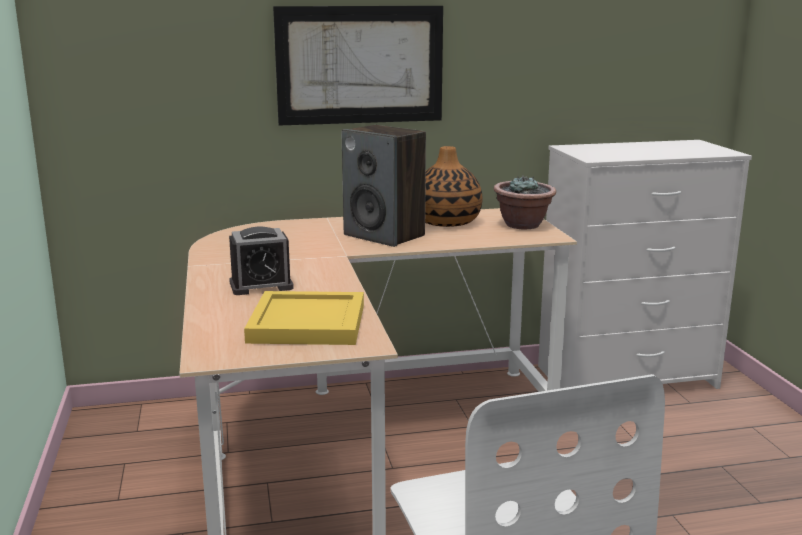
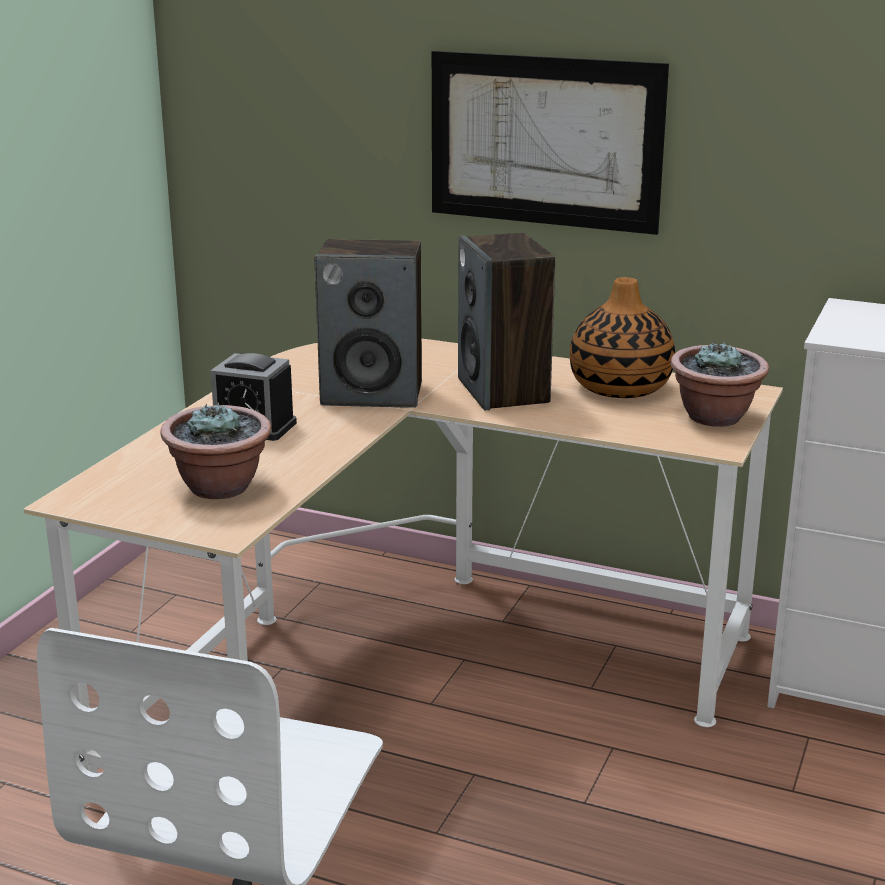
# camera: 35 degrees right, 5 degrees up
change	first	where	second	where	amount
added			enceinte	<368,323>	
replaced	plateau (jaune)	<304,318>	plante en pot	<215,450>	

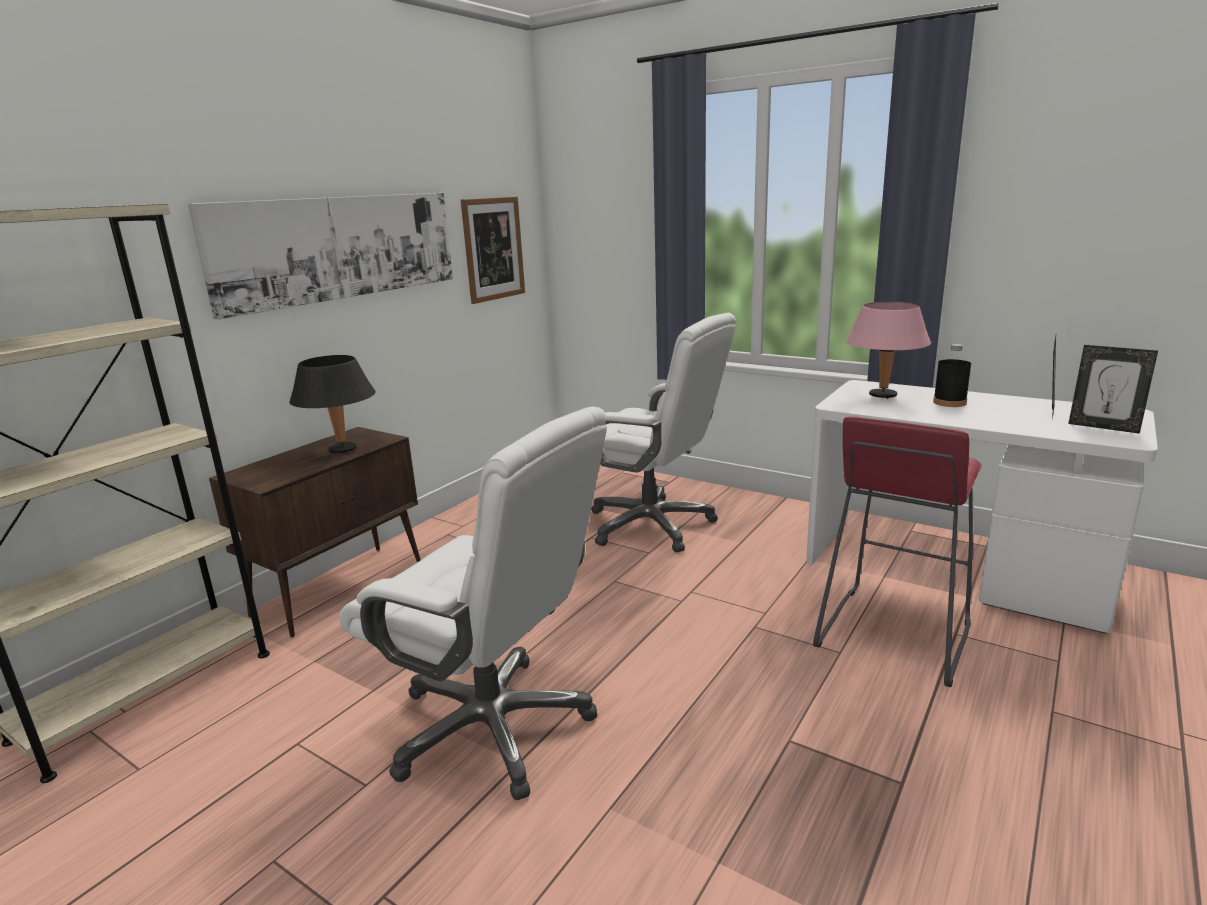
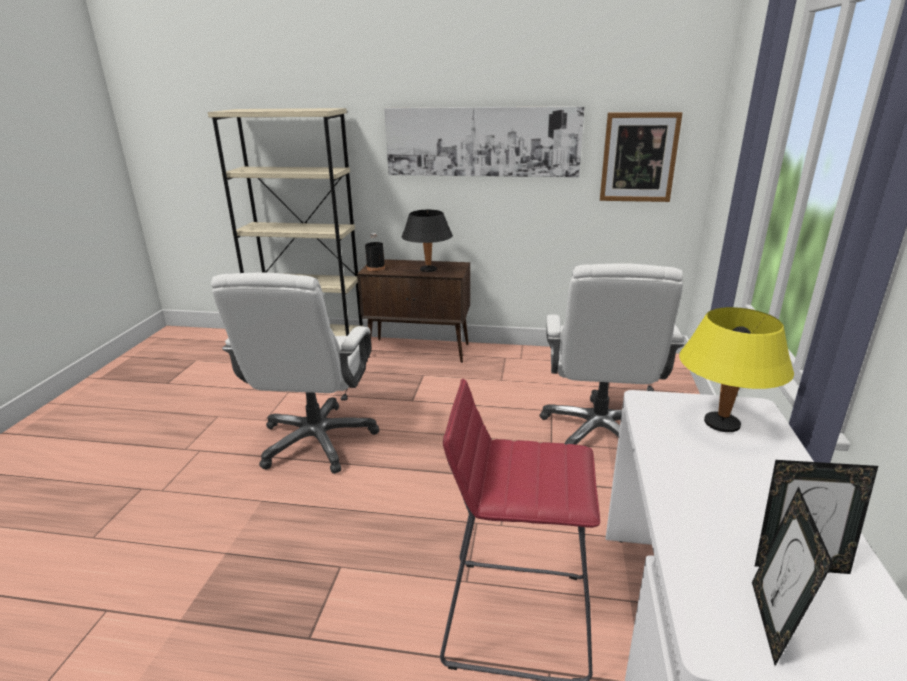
# camera: 65 degrees right, 5 degrees up
change	first	where	second	where	amount
moved	bouteille (noir)	<952,375>		<375,252>	
recoloured	lampe de table (rose)	<888,350>	lampe de table (jaune)	<736,369>	

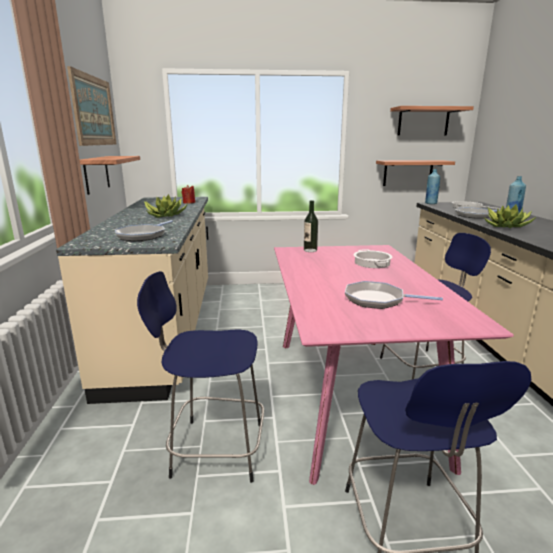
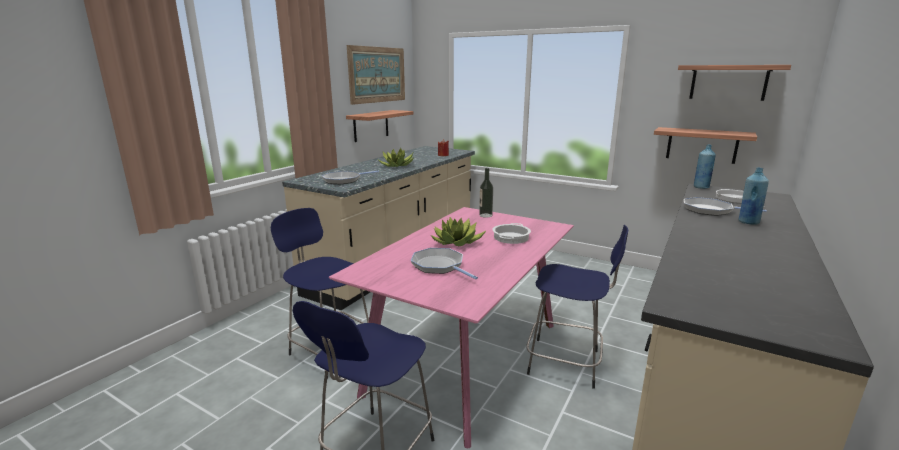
# camera: 35 degrees right, 0 degrees up
change	first	where	second	where	amount
moved	plante en pot	<510,216>		<459,231>	

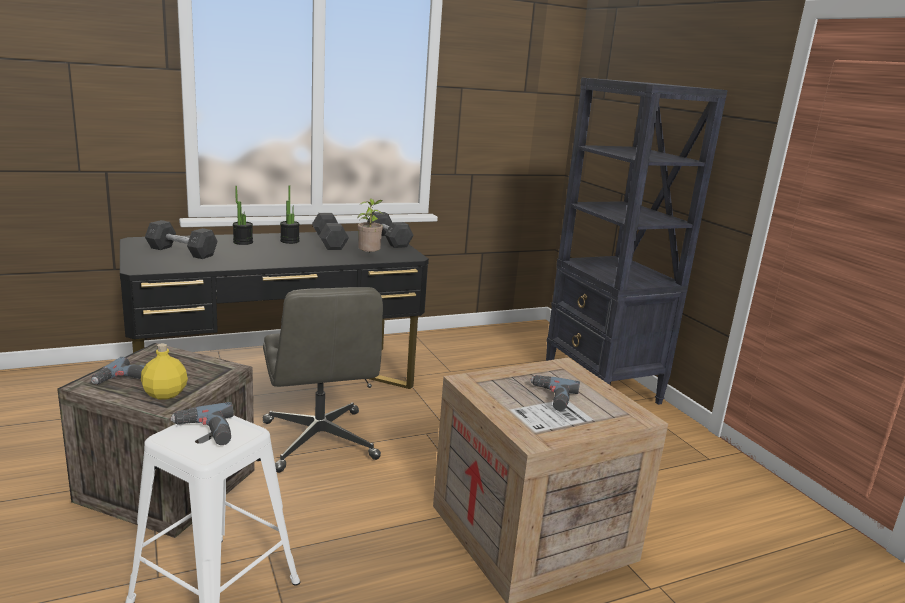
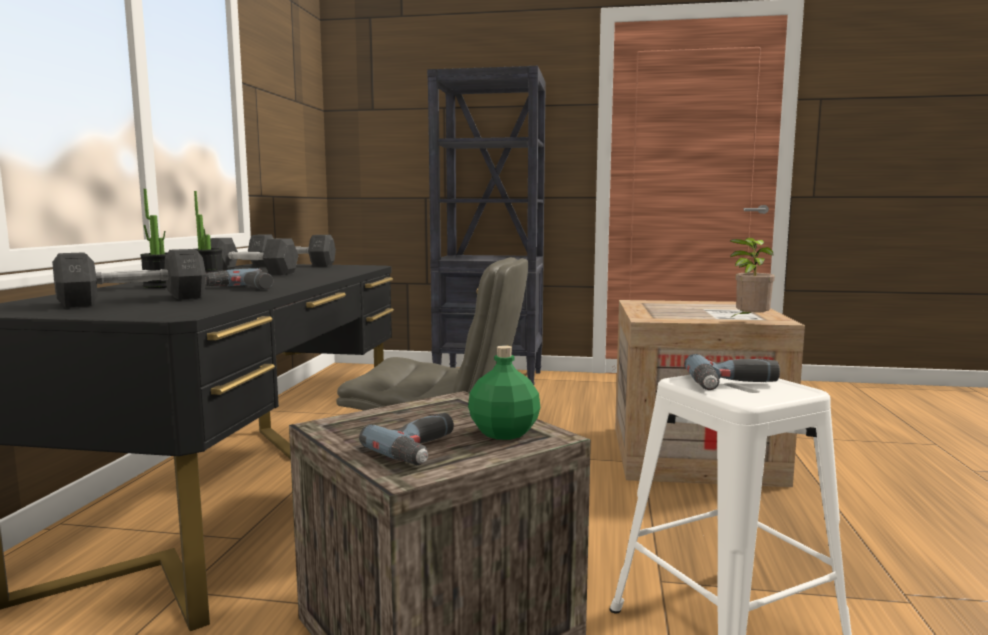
# camera: 55 degrees left, 10 degrees down
change	first	where	second	where	amount
moved	plante en pot	<371,225>		<752,278>	
moved	perceuse	<555,393>		<239,279>	
recoloured	bouteille (jaune)	<164,371>	bouteille (vert)	<504,393>	

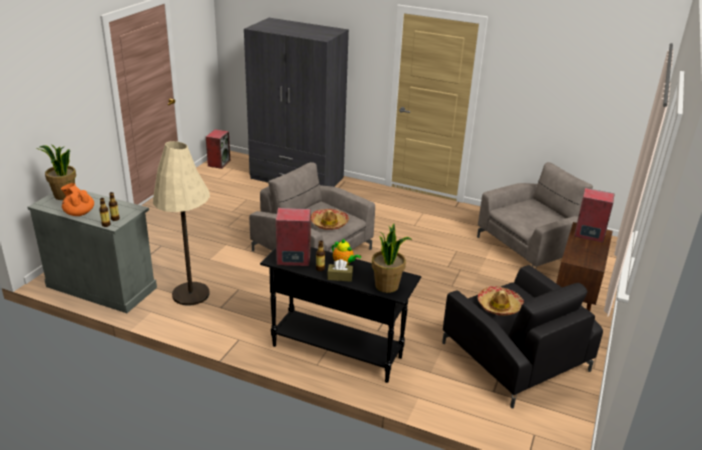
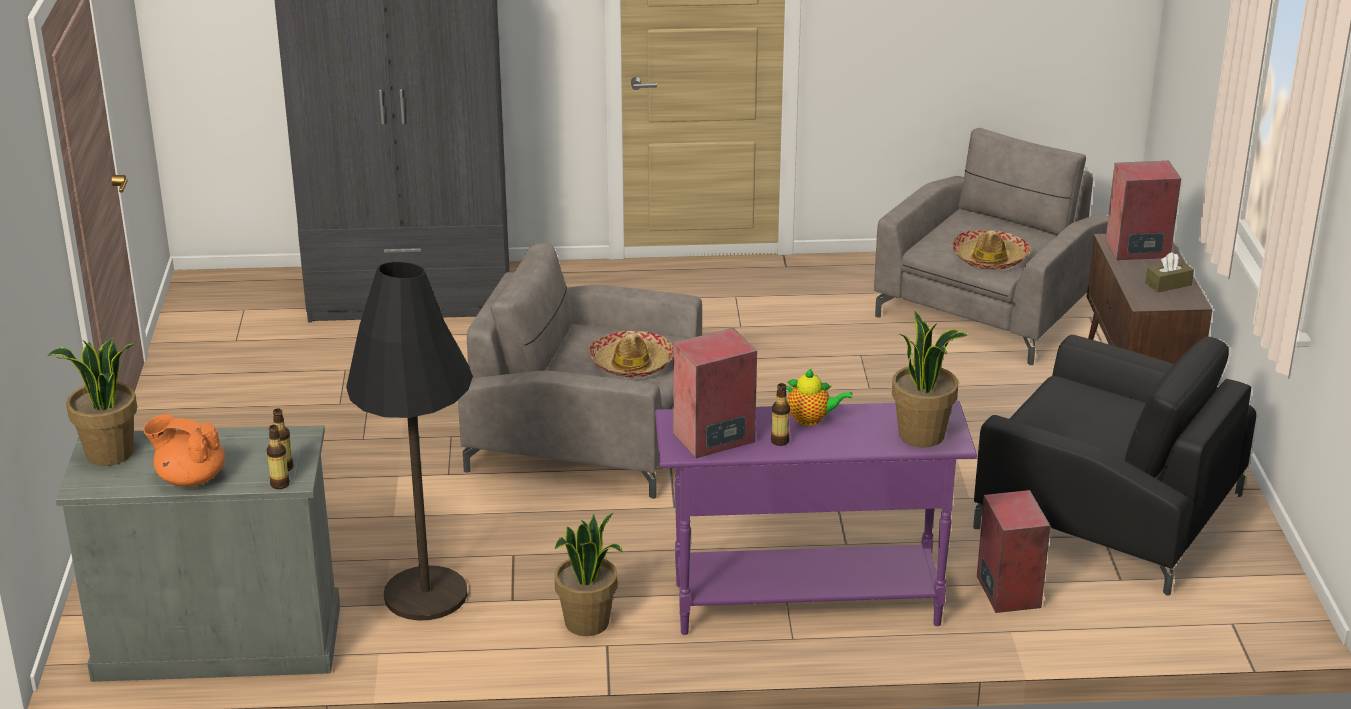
# camera: 25 degrees left, 0 degrees up
change	first	where	second	where	amount
added			plante en pot	<588,574>	
moved	enceinte	<218,149>		<1014,551>	
moved	boîte à mouchoirs (marron)	<340,270>		<1169,272>	
moved	chapeau	<501,301>		<991,250>	
recoloured	lampadaire (beige)	<181,223>	lampadaire (noir)	<409,441>	
recoloured	table console (noir)	<340,315>	table console (violet)	<816,518>	

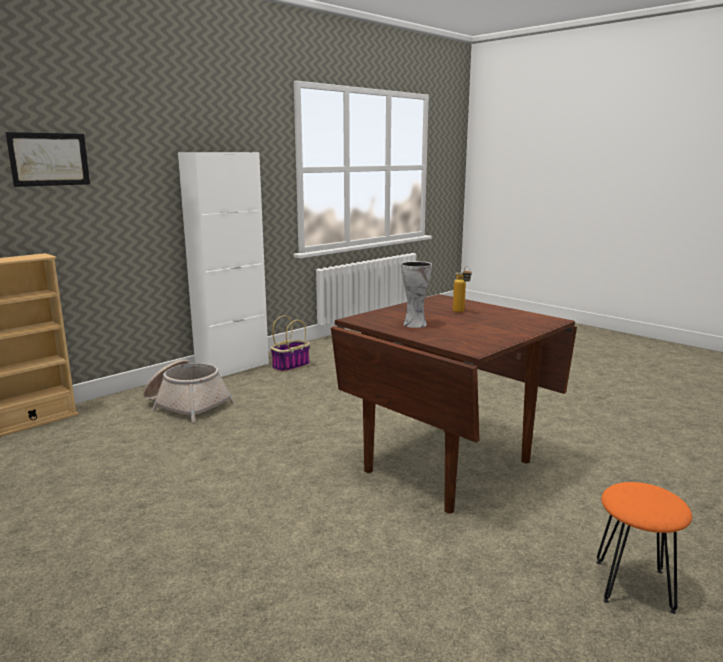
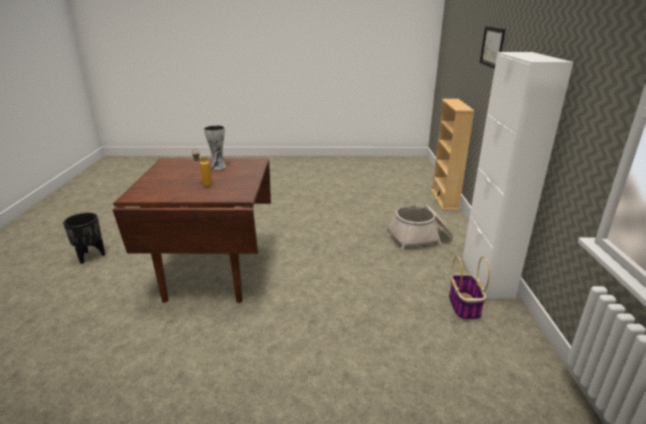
# camera: 135 degrees right, 10 degrees up
change	first	where	second	where	amount
replaced	tabouret (orange)	<644,548>	cache-pot (noir)	<84,238>	

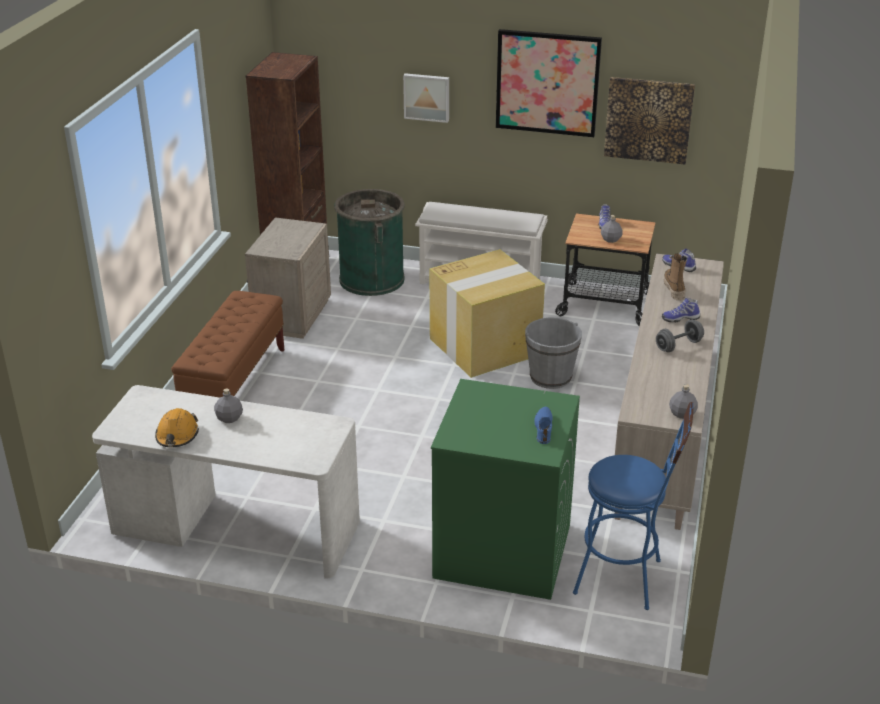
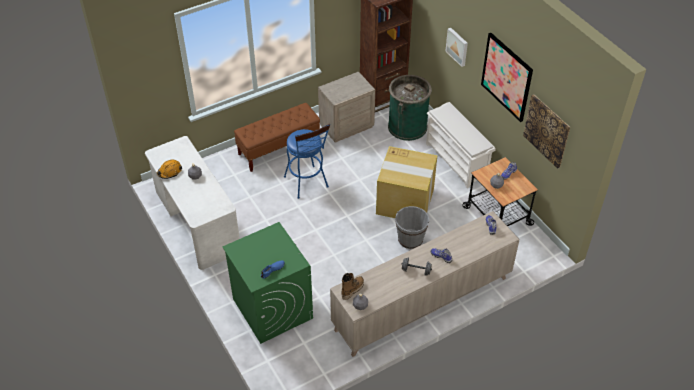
# camera: 45 degrees right, 15 degrees up
change	first	where	second	where	amount
moved	tabouret (bleu)	<633,506>		<307,161>	
moved	botte	<675,277>		<352,286>	

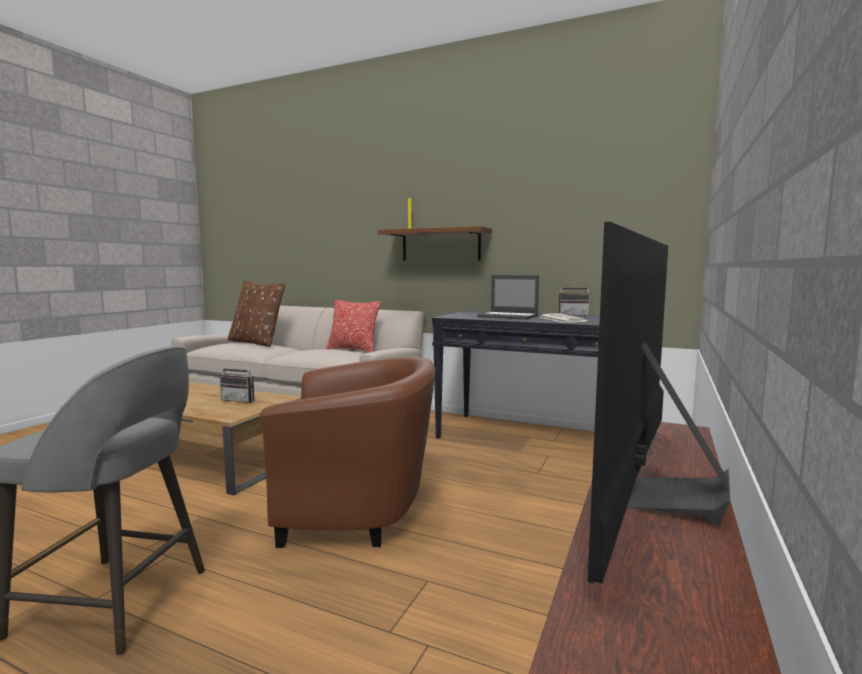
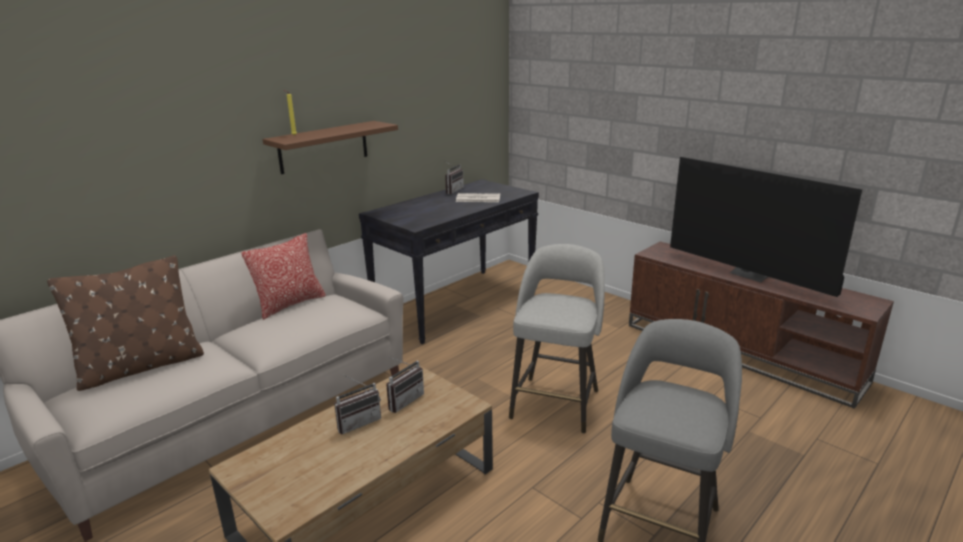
# camera: 70 degrees left, 15 degrees up
change	first	where	second	where	amount
removed	ordinateur portable	<508,297>			
added			radio	<357,404>	
replaced	fauteuil (marron)	<347,452>	tabouret (gris)	<557,339>	

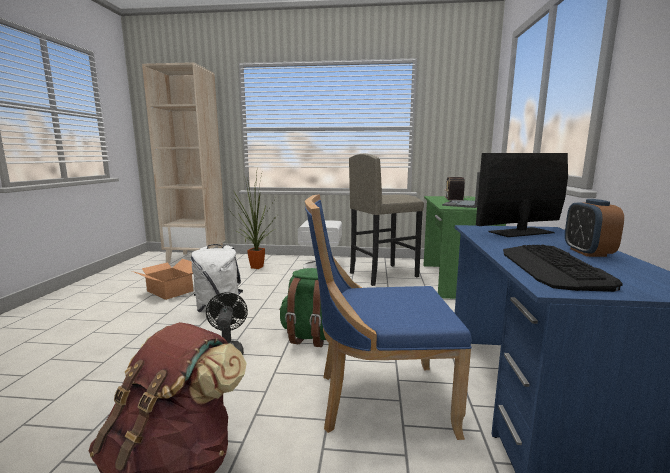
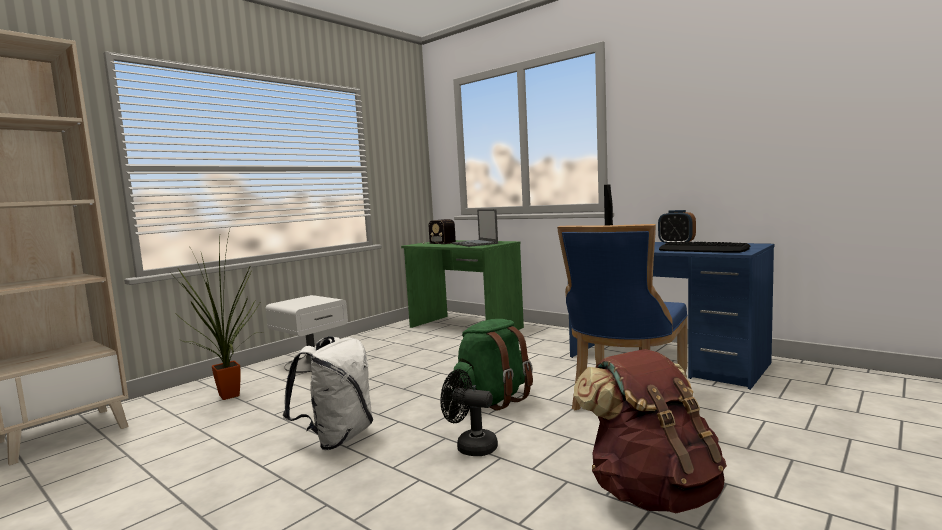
# camera: 55 degrees left, 5 degrees down
change	first	where	second	where	amount
removed	carton	<162,279>			
removed	tabouret (gris)	<386,220>			

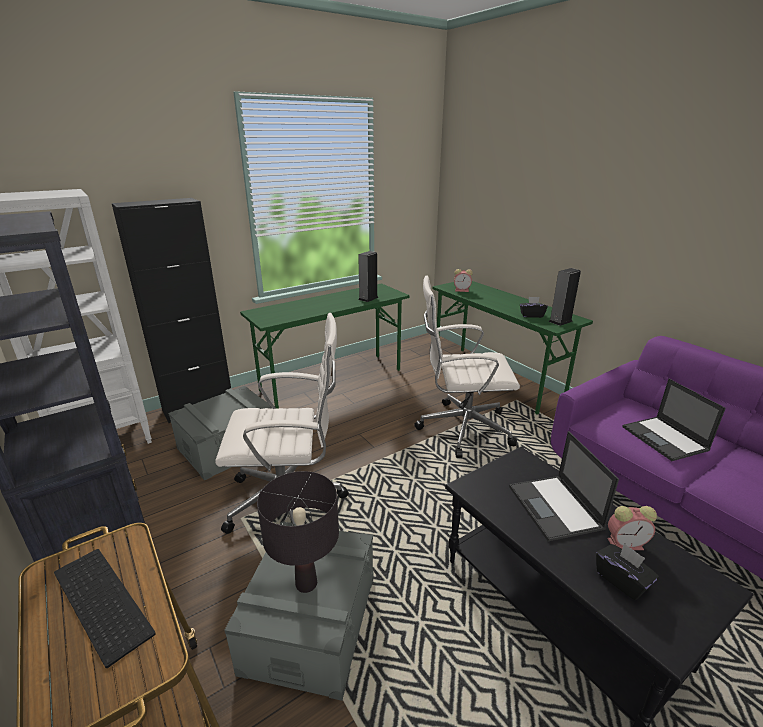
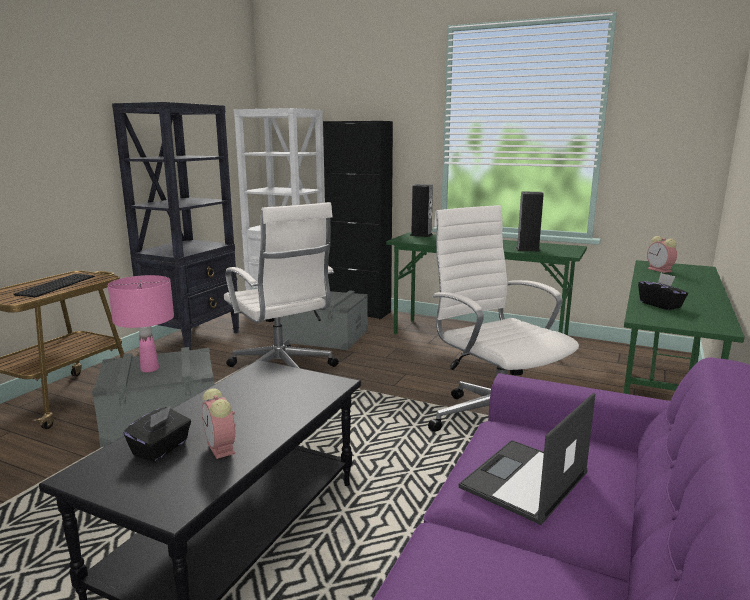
# camera: 60 degrees right, 10 degrees down
change	first	where	second	where	amount
removed	ordinateur portable	<564,486>			
moved	enceinte	<564,297>		<421,210>	
recoloured	lampe de table (noir)	<298,532>	lampe de table (rose)	<141,323>	

